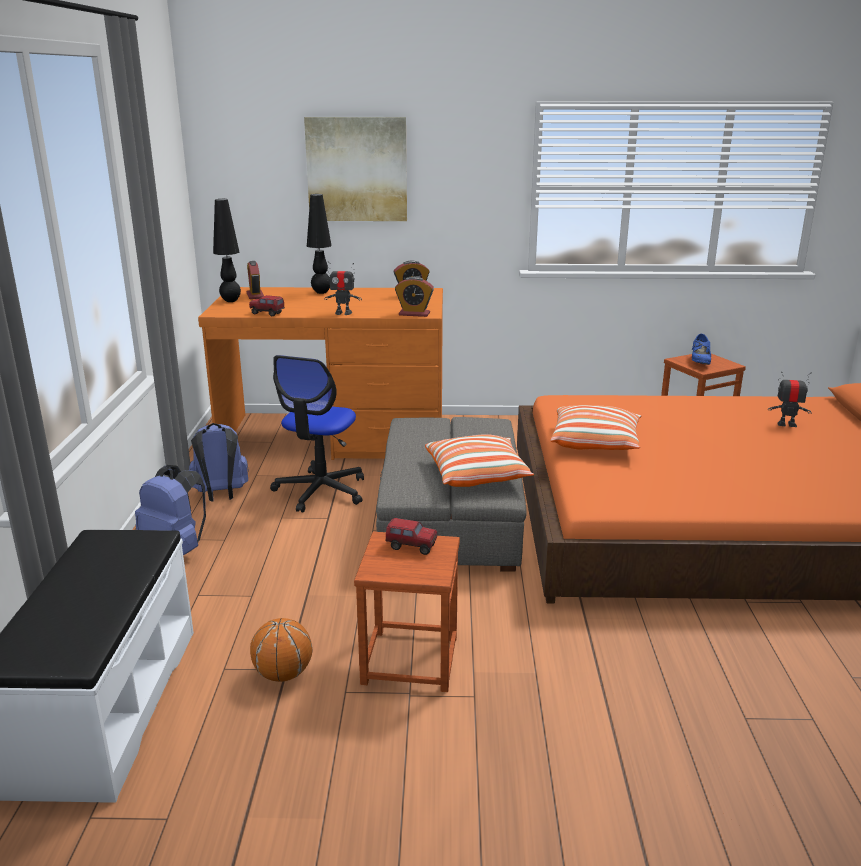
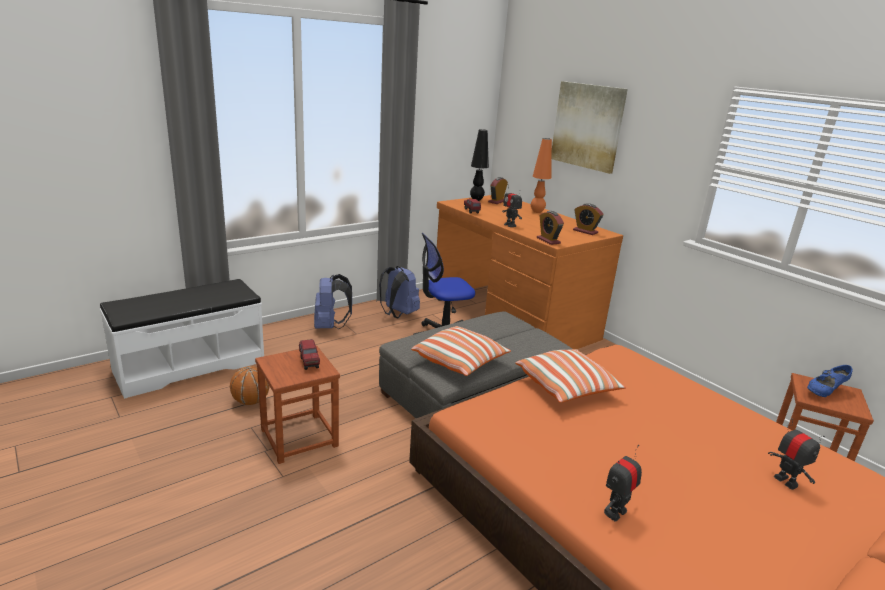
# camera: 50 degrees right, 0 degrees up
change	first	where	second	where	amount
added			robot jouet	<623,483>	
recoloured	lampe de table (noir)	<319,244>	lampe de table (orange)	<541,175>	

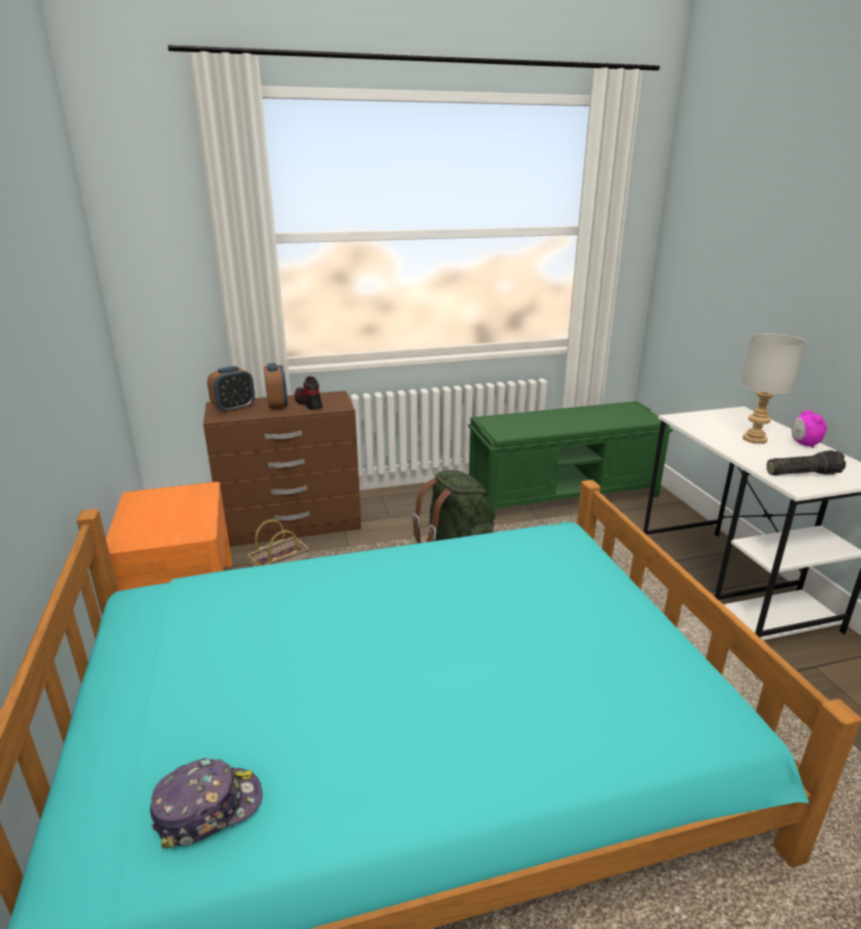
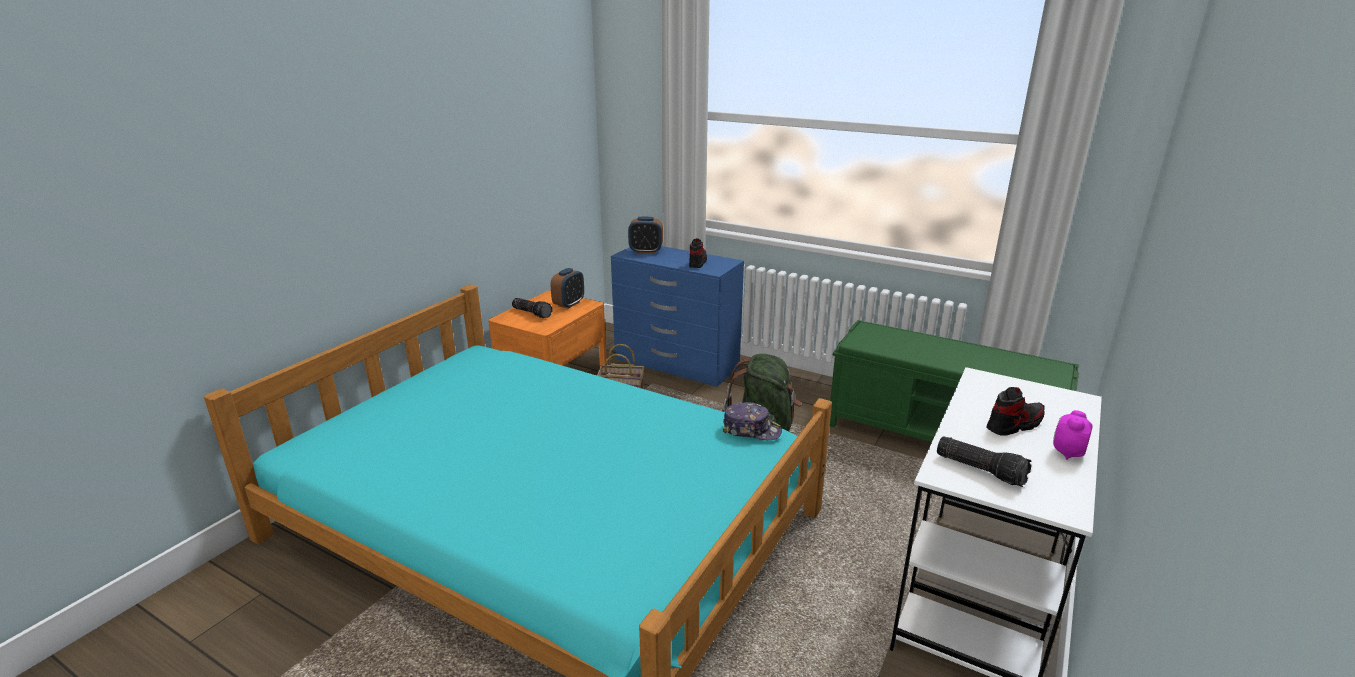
# camera: 45 degrees right, 0 degrees up
change	first	where	second	where	amount
added			lampe de poche	<532,308>	
moved	casquette	<206,803>		<752,421>	
moved	réveil	<276,386>		<567,288>	
replaced	lampe de table (gris)	<773,388>	chaussure	<1015,411>	
recoloured	commode (marron)	<282,469>	commode (bleu)	<677,316>	

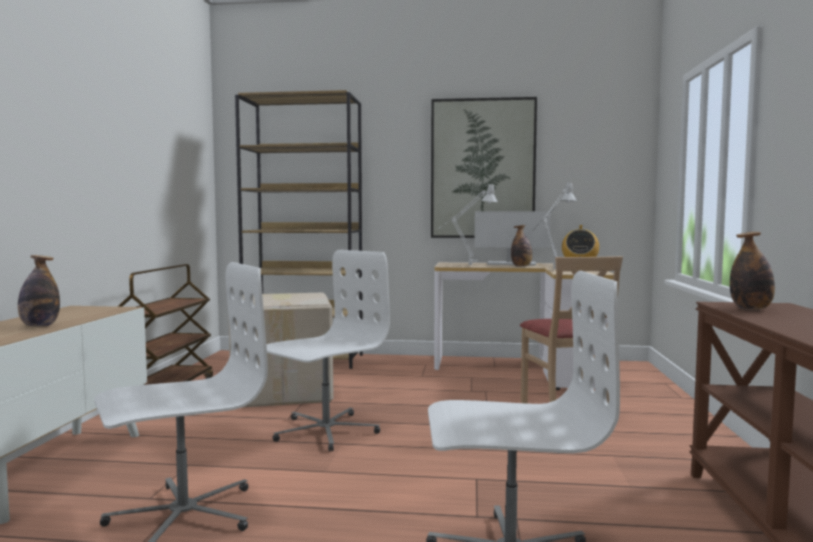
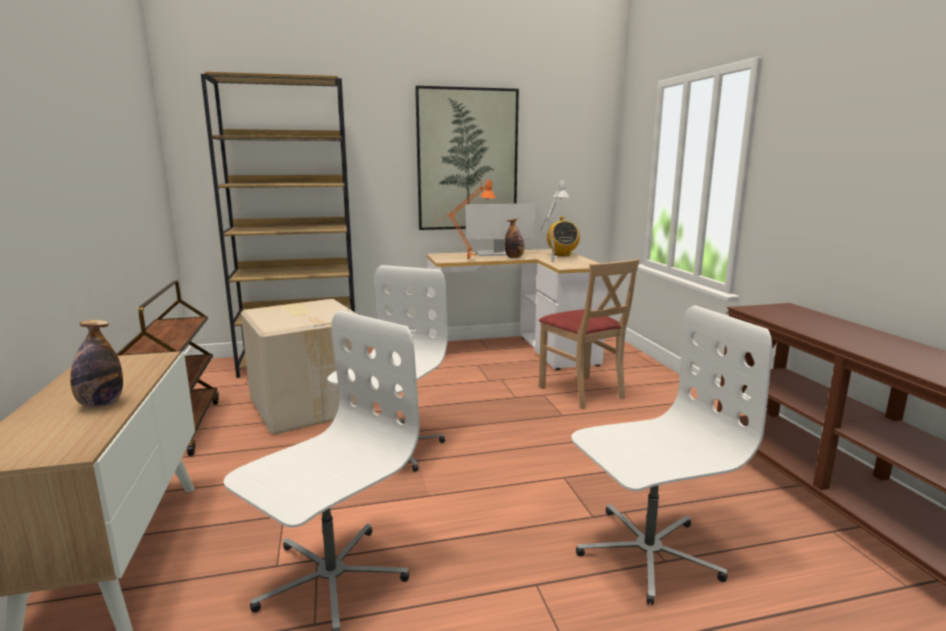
# camera: 20 degrees left, 10 degrees up
change	first	where	second	where	amount
removed	bouteille	<752,271>			
recoloured	lampe de table (gris)	<468,224>	lampe de table (orange)	<465,219>	

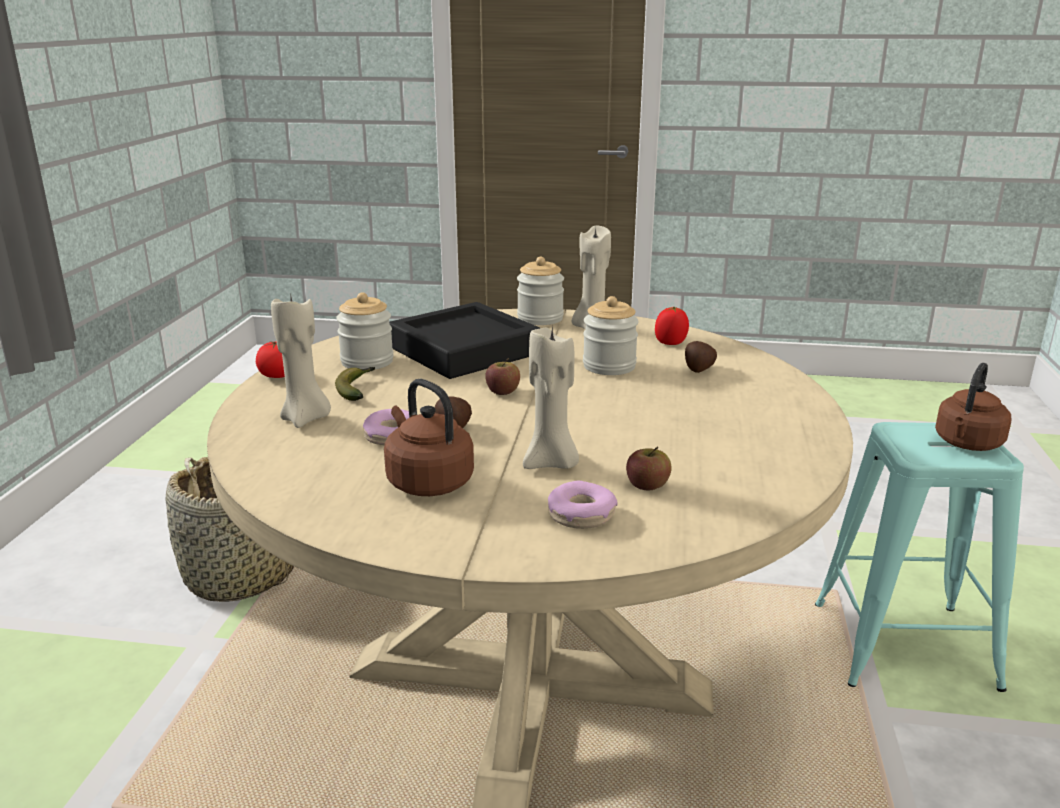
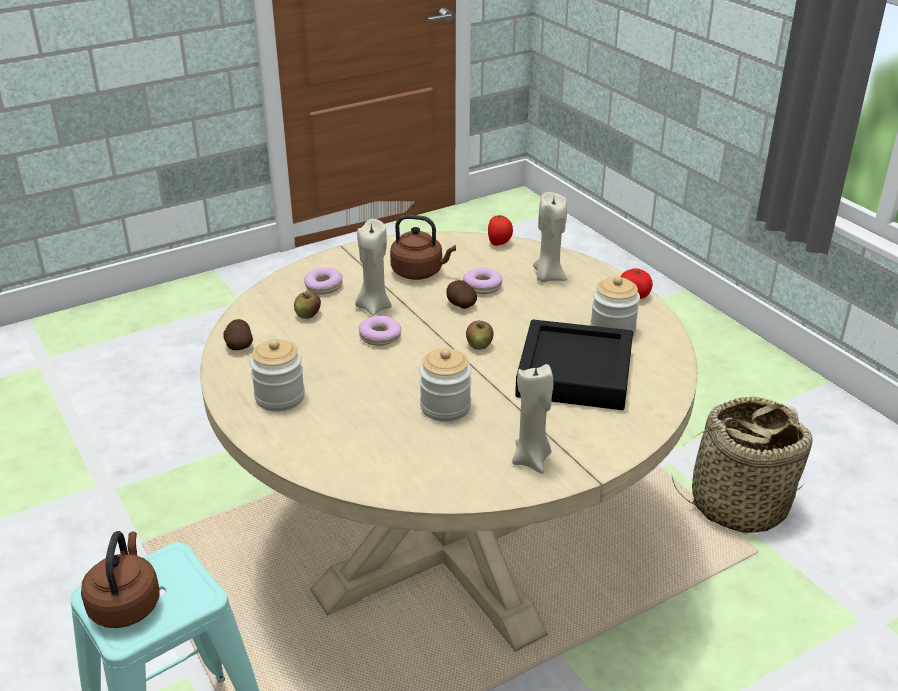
# camera: 140 degrees right, 10 degrees up
change	first	where	second	where	amount
removed	banane	<355,384>			
added			beignet	<380,331>	
moved	bocal	<540,291>		<277,375>	
moved	tomate	<672,326>		<500,230>	
moved	pomme de terre	<701,357>		<238,334>	

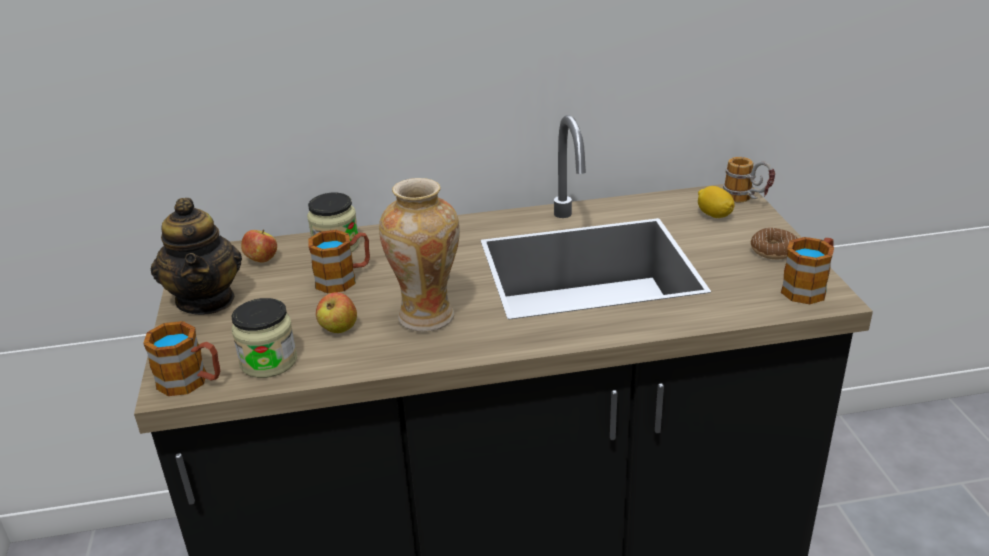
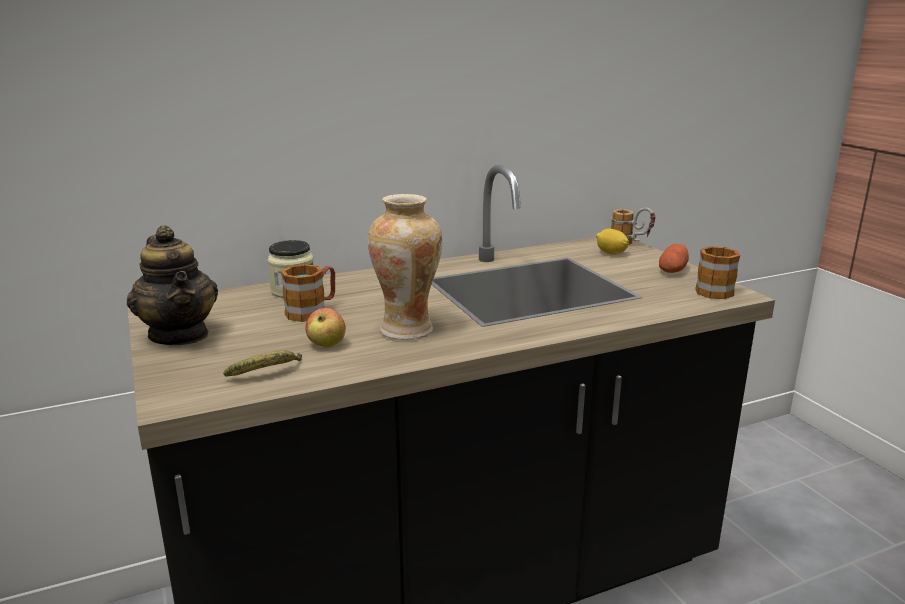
# camera: 15 degrees left, 10 degrees down
change	first	where	second	where	amount
removed	mug	<181,358>			
removed	pomme	<259,246>			
replaced	bocal	<264,338>	banane	<262,363>	
replaced	beignet	<774,244>	pomme de terre	<674,258>	

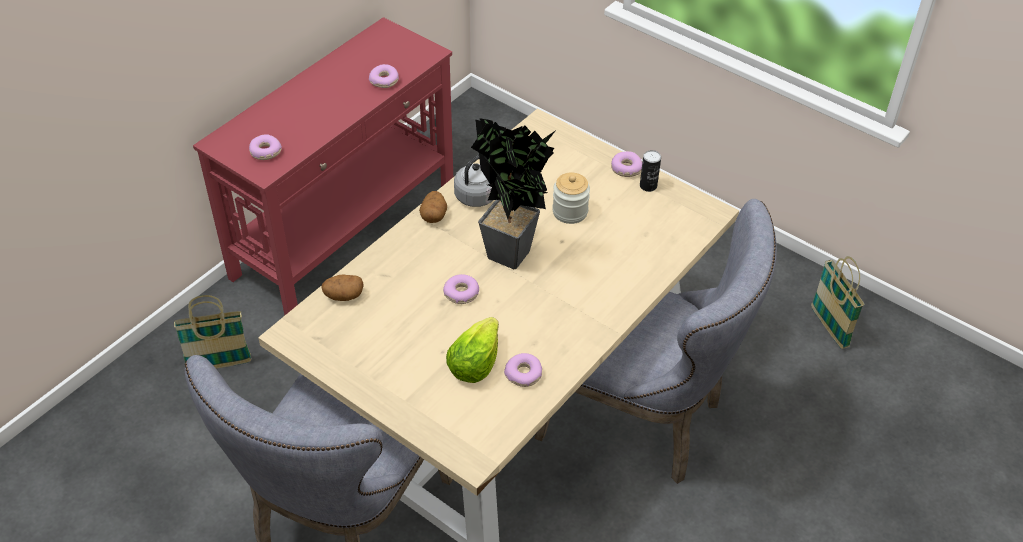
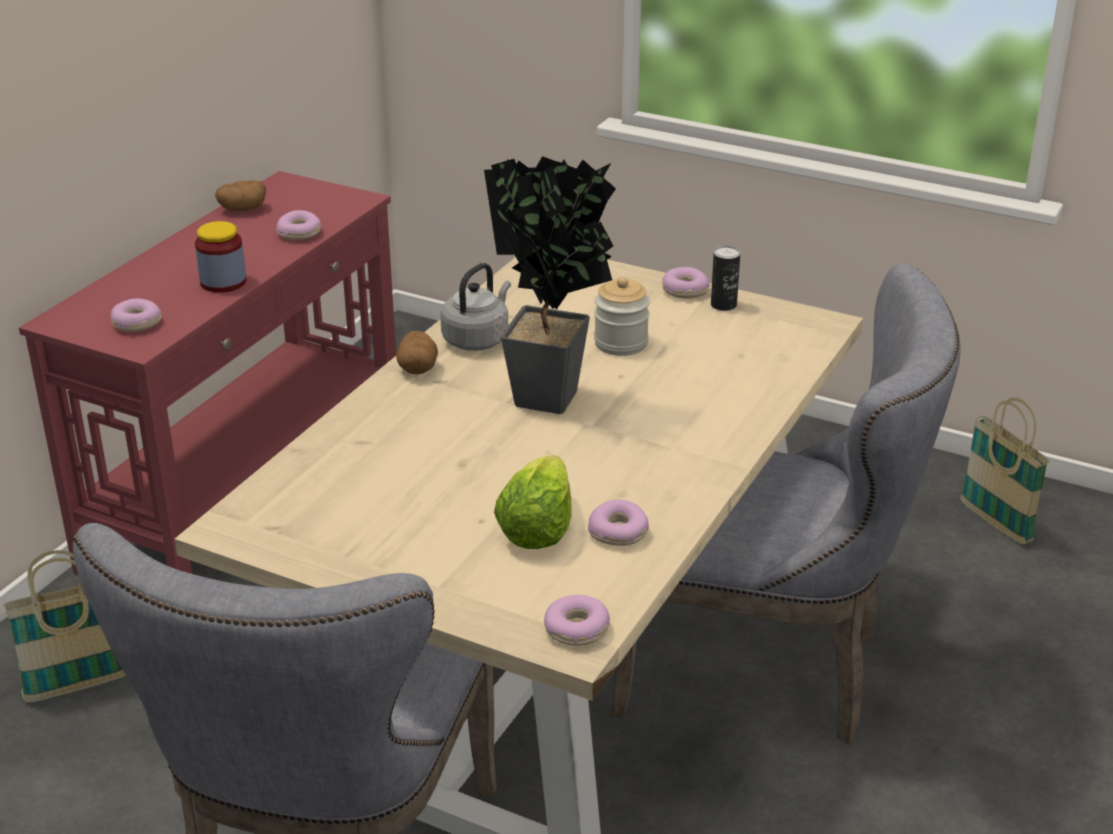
# camera: 10 degrees left, 15 degrees down
change	first	where	second	where	amount
added			bocal	<220,257>	
moved	pomme de terre	<342,287>		<240,195>	
moved	beignet	<461,289>		<577,620>	

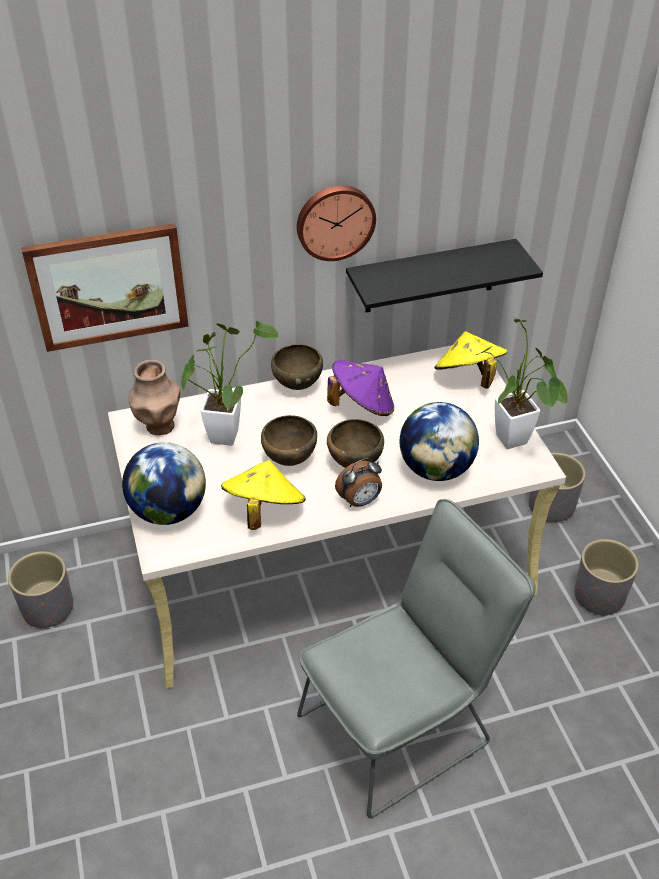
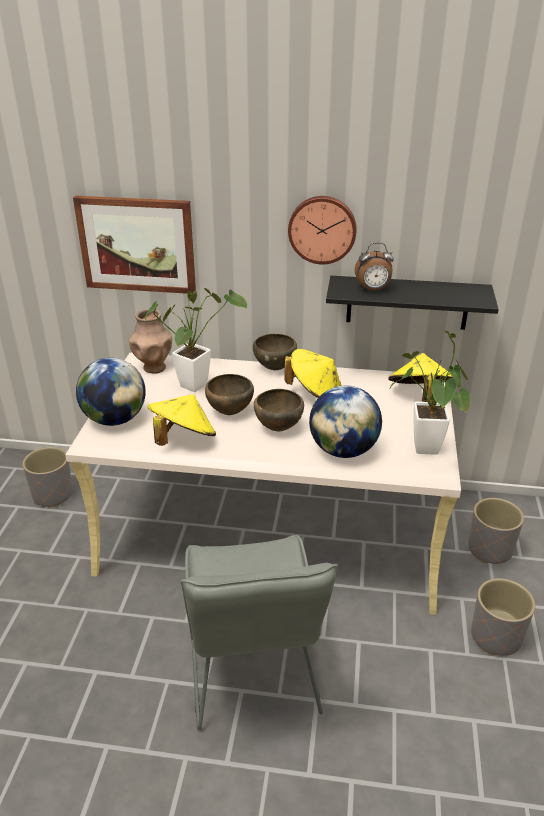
# camera: 25 degrees right, 10 degrees down
change	first	where	second	where	amount
moved	réveil	<358,482>		<374,266>	
recoloured	chapeau (violet)	<360,388>	chapeau (jaune)	<313,373>	
turned	chaise (gris)	<416,658>		<259,632>	90 degrees clockwise

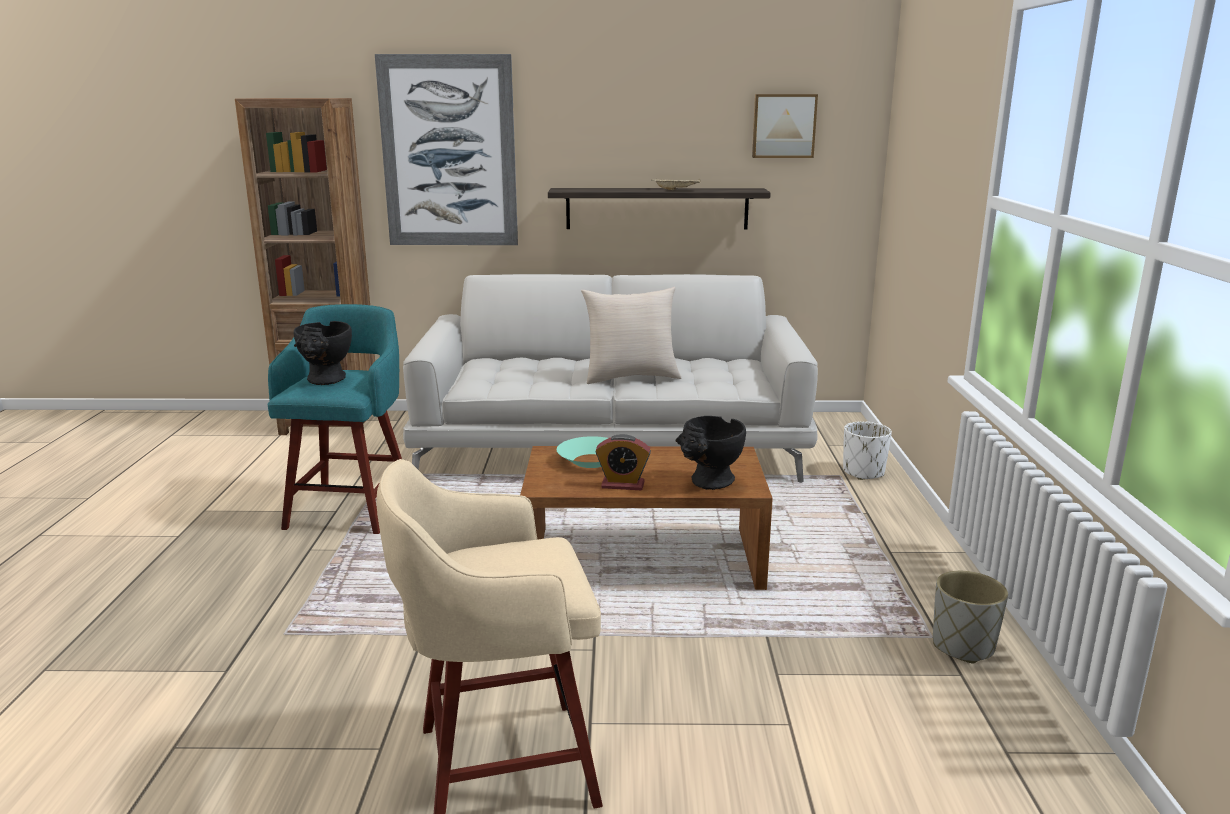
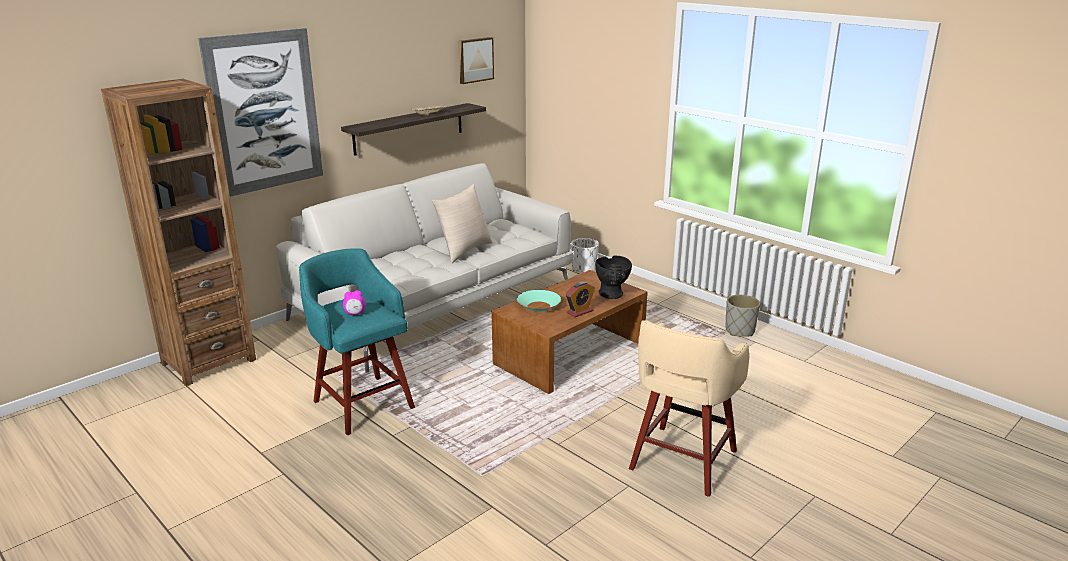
# camera: 45 degrees left, 5 degrees up
change	first	where	second	where	amount
replaced	vase (noir)	<323,353>	réveil	<354,302>	

